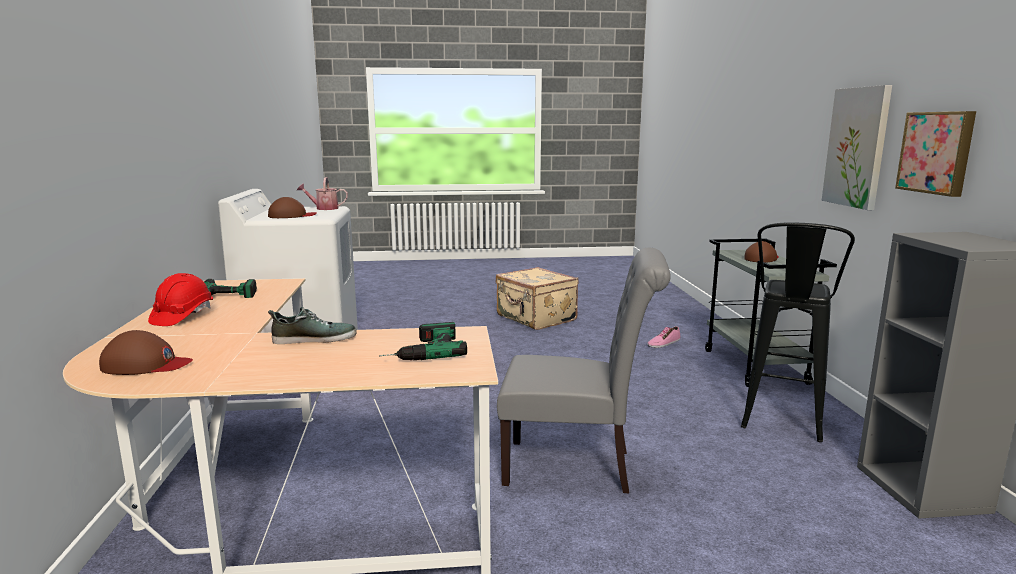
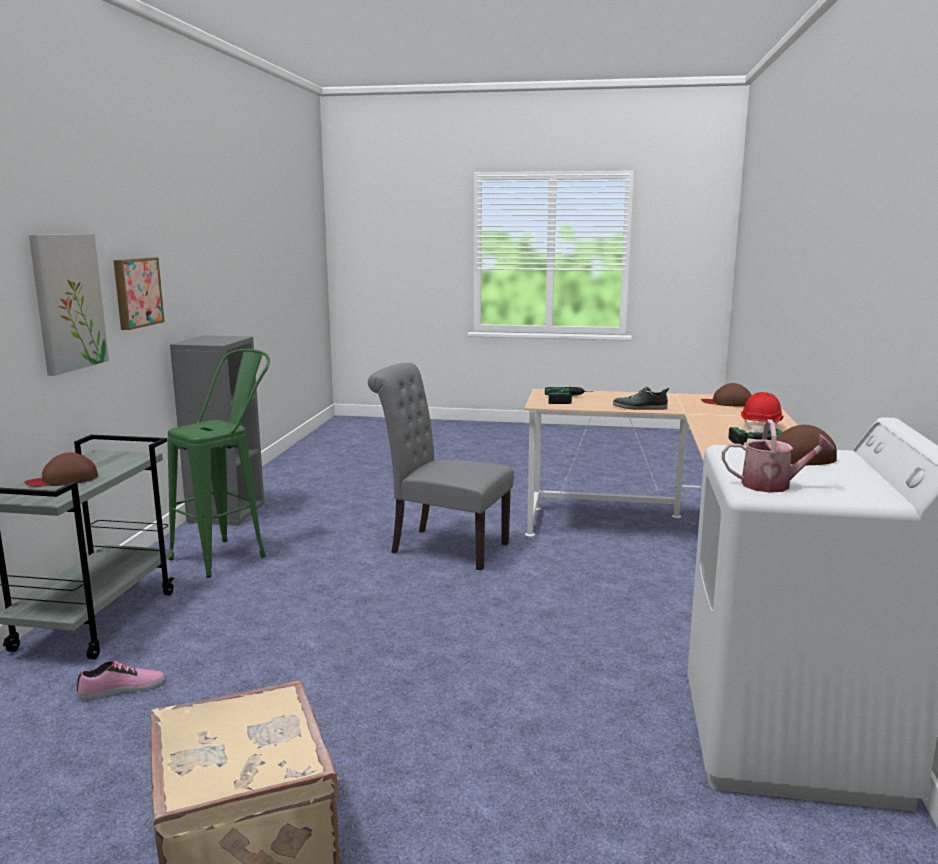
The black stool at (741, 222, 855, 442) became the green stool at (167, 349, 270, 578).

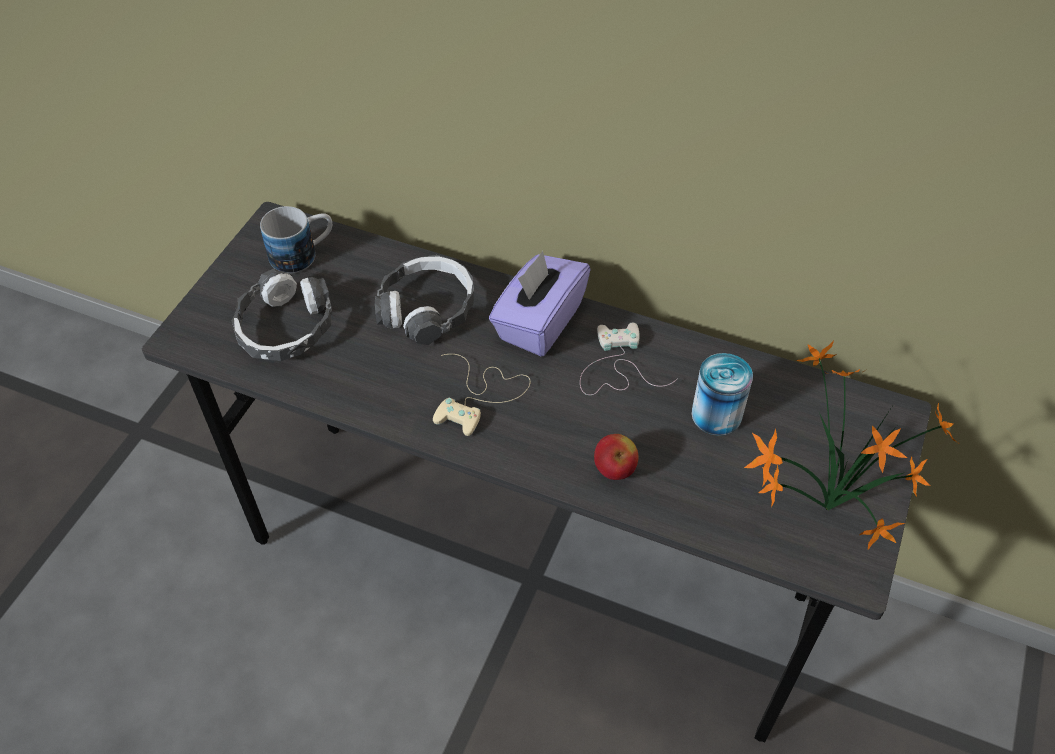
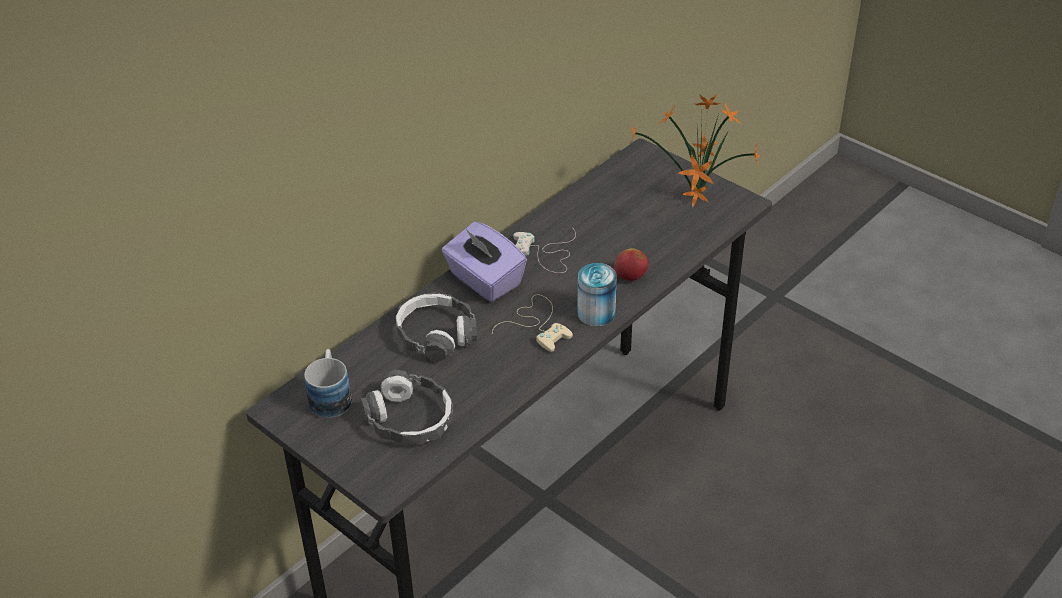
The can moved from (691, 353, 753, 436) to (577, 263, 617, 326).

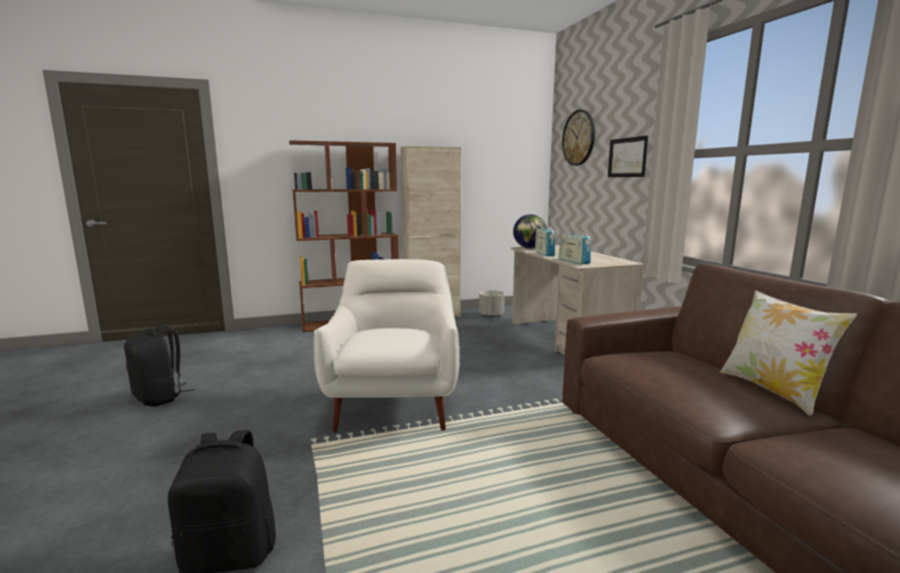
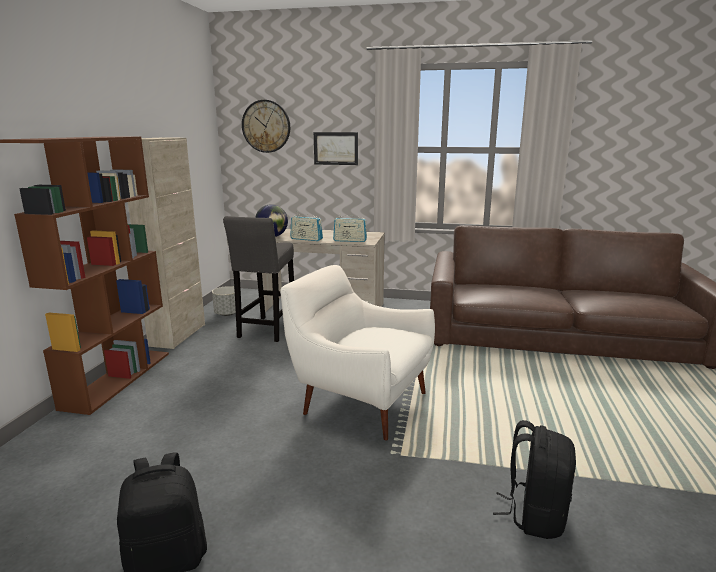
The pillow at (720, 290, 857, 416) disappeared.
The grey stool at (223, 216, 294, 342) appeared.

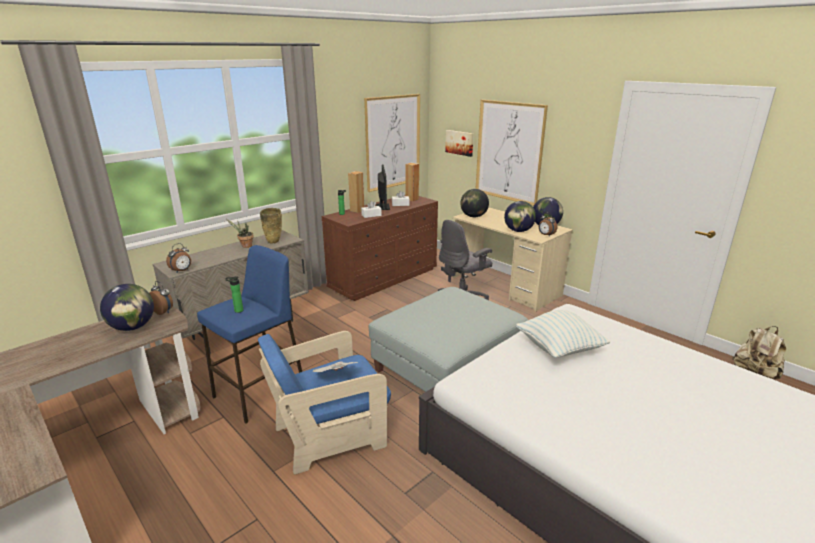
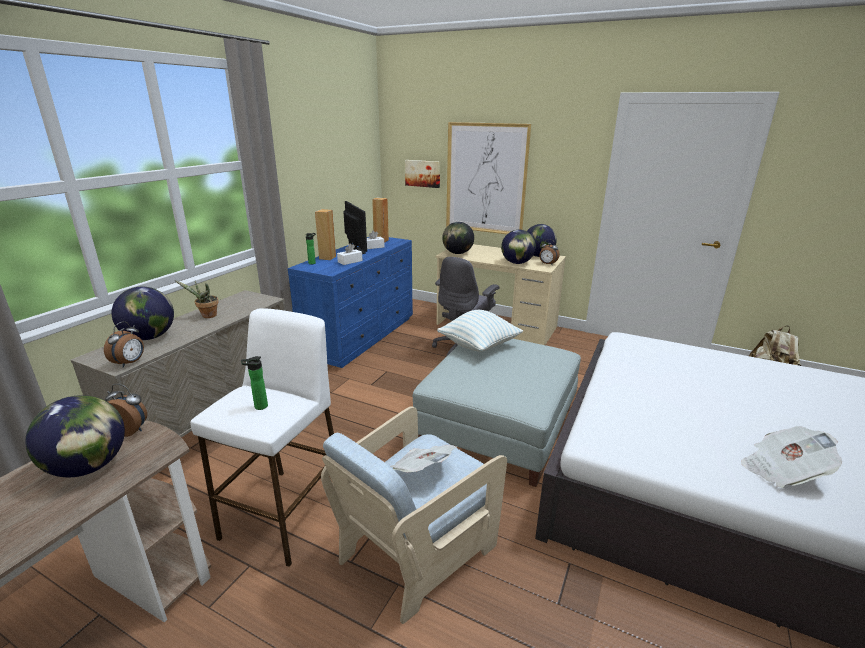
The beige vase at (260, 208, 282, 244) disappeared.
The picture at (364, 94, 420, 192) disappeared.
The globe at (111, 287, 174, 340) appeared.
The newspaper at (741, 426, 842, 488) appeared.
The pillow moved from (516, 310, 610, 358) to (437, 310, 523, 352).
The blue stool at (197, 245, 302, 424) became the white stool at (190, 308, 334, 567).
The blue armchair at (258, 331, 391, 474) became the beige armchair at (321, 406, 507, 624).
The brown dresser at (322, 195, 438, 301) became the blue dresser at (288, 237, 413, 368).

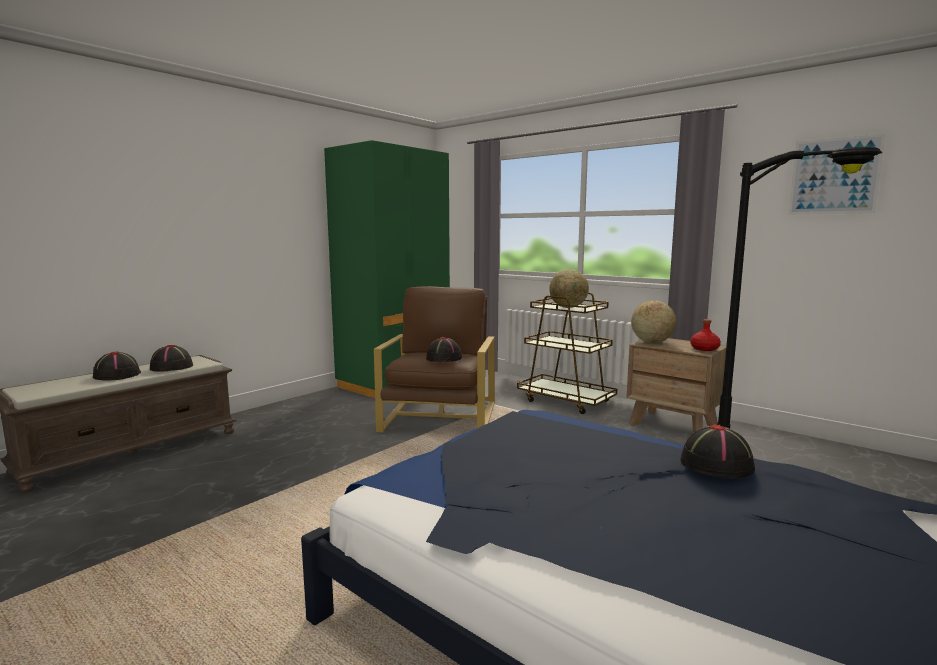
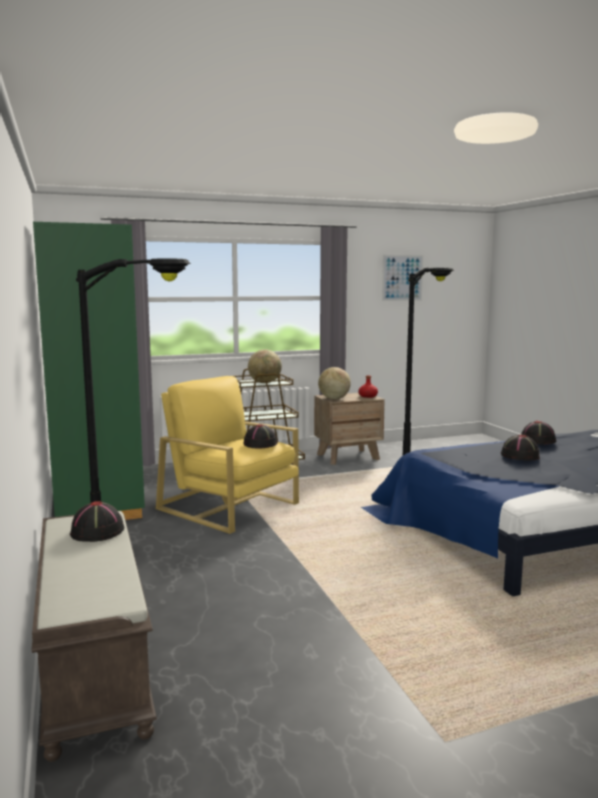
The black floor lamp at (76, 258, 191, 502) appeared.
The black hat moved from (93, 351, 141, 381) to (501, 434, 540, 460).
The brown armchair at (374, 286, 495, 432) became the yellow armchair at (156, 376, 299, 534).

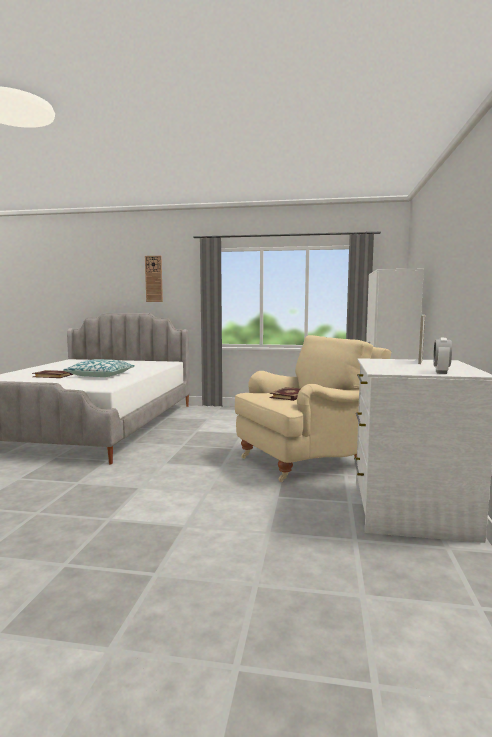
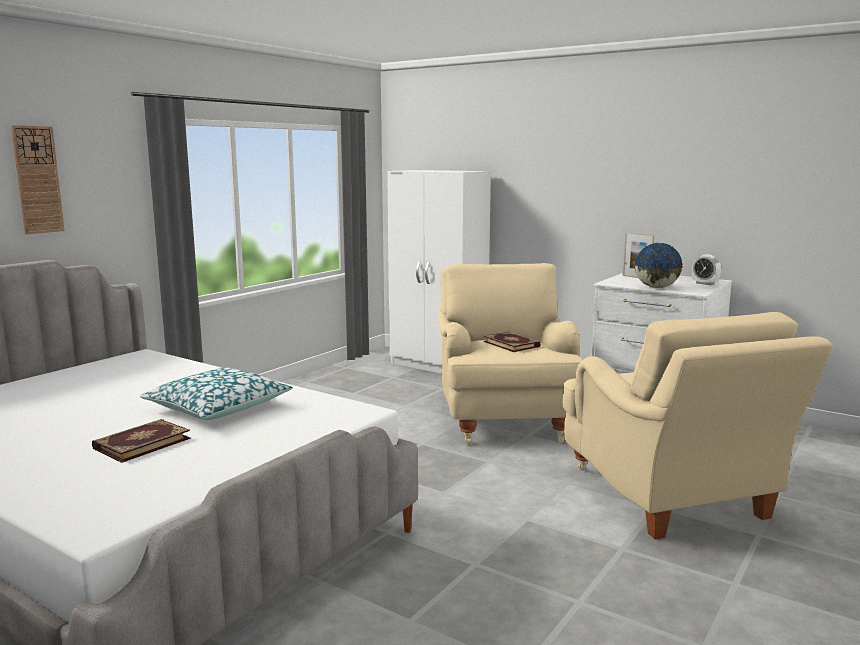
The beige armchair at (563, 312, 833, 539) appeared.
The globe at (634, 243, 683, 288) appeared.

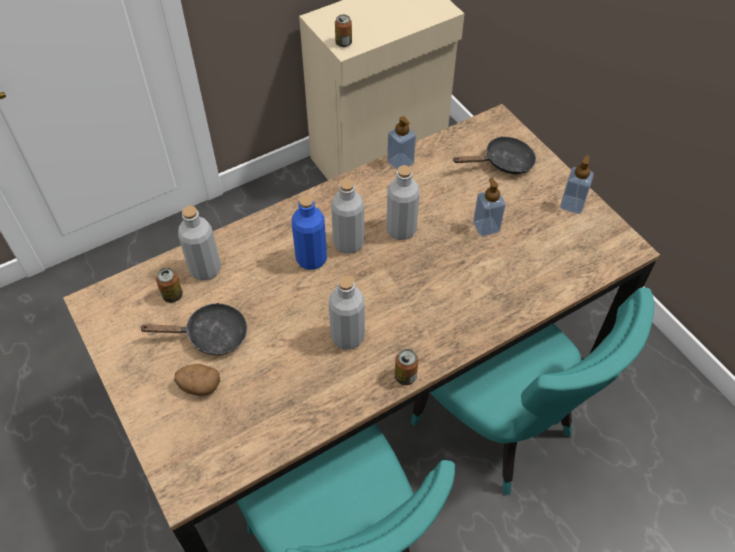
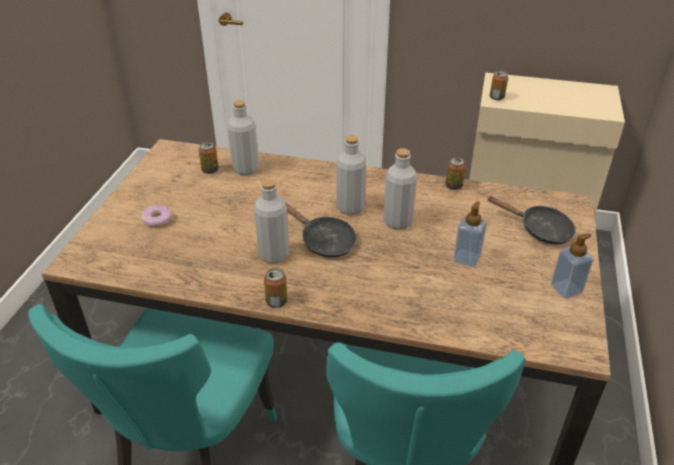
The blue bottle at (292, 195, 327, 270) disappeared.
The black frying pan moved from (140, 303, 248, 356) to (285, 202, 356, 258).
The potato at (174, 364, 220, 396) was replaced by the donut at (141, 205, 172, 228).
The soap dispenser at (387, 116, 416, 170) was replaced by the can at (445, 157, 466, 190).

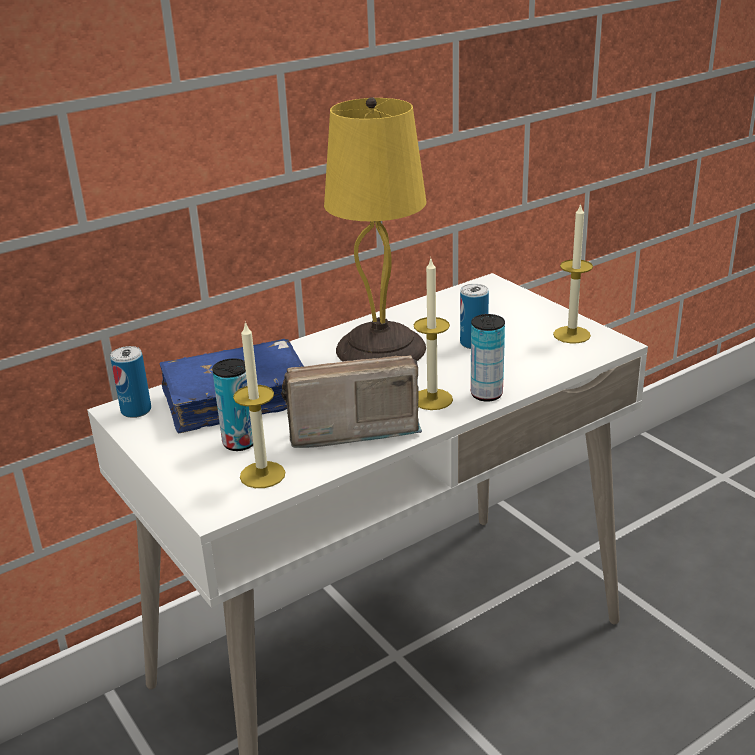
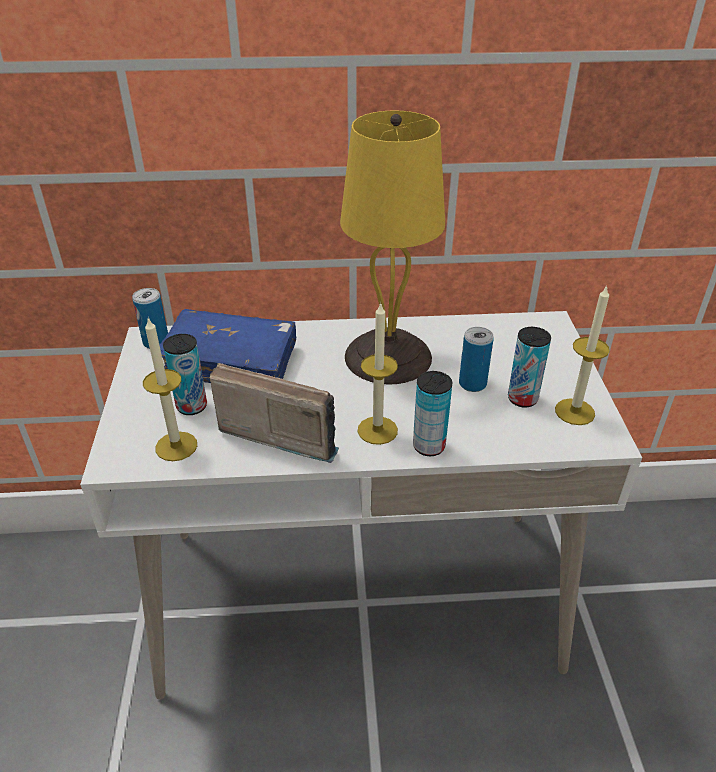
The can at (508, 327, 551, 408) appeared.

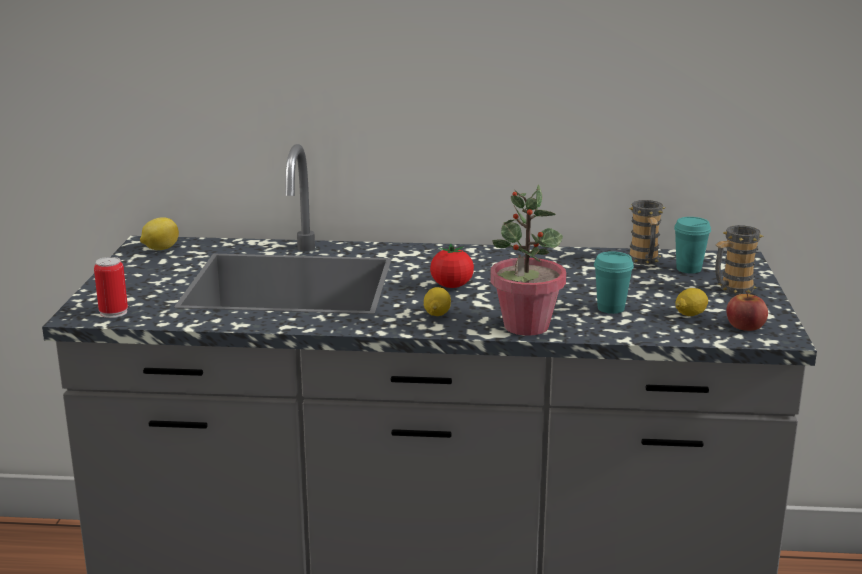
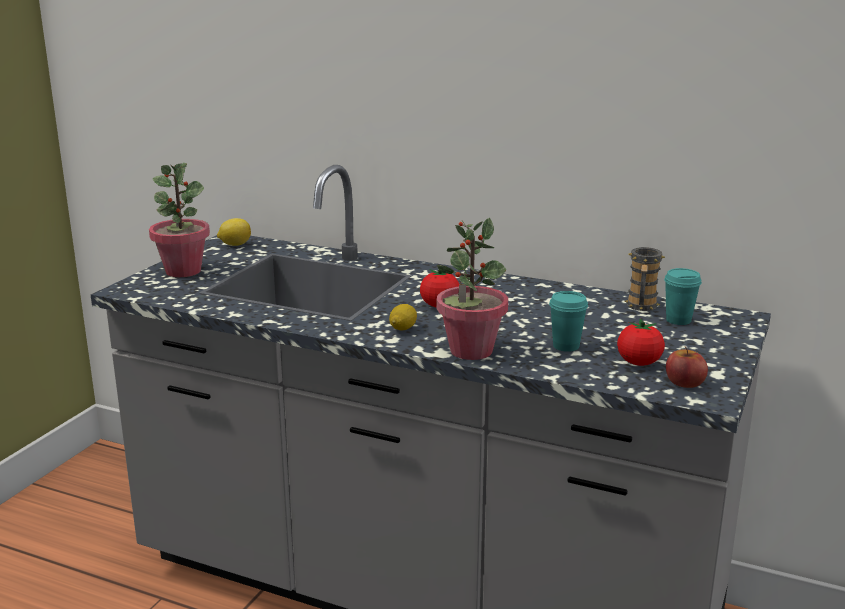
The can at (94, 257, 128, 318) disappeared.
The mug at (715, 225, 764, 295) disappeared.
The potted plant at (149, 163, 210, 277) appeared.
The lemon at (675, 288, 708, 316) was replaced by the tomato at (617, 319, 665, 366).

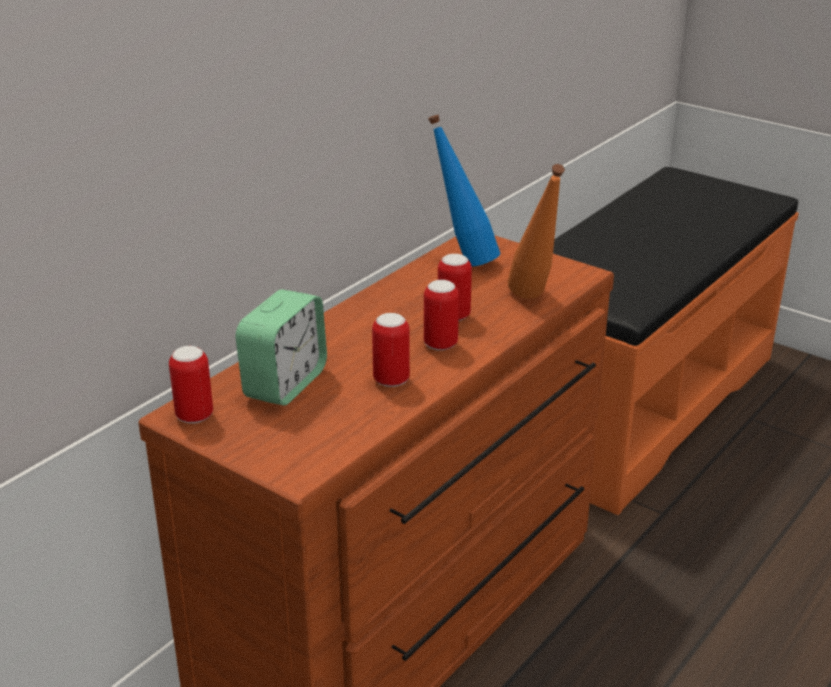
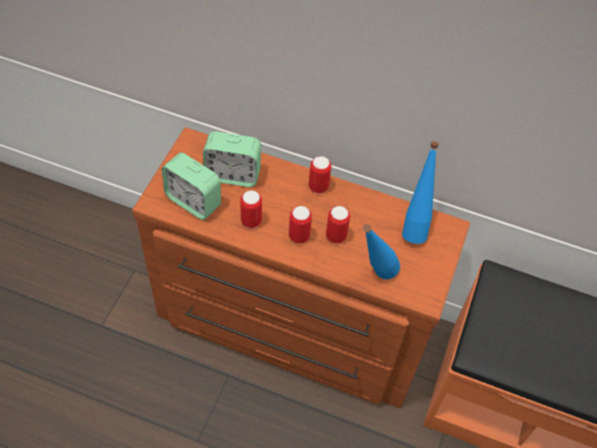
The alarm clock at (162, 153, 221, 220) appeared.
The can moved from (169, 346, 213, 424) to (309, 156, 331, 194).
The orange bottle at (507, 164, 565, 299) became the blue bottle at (362, 224, 400, 279).

